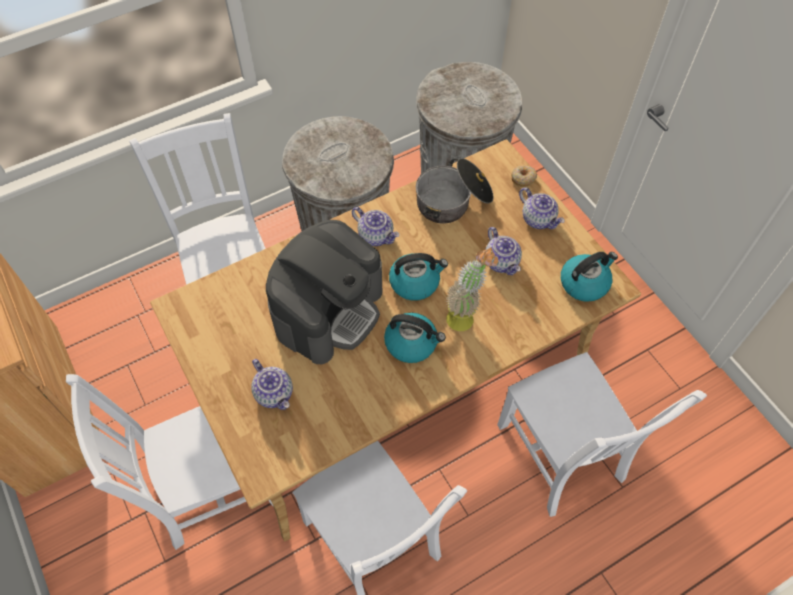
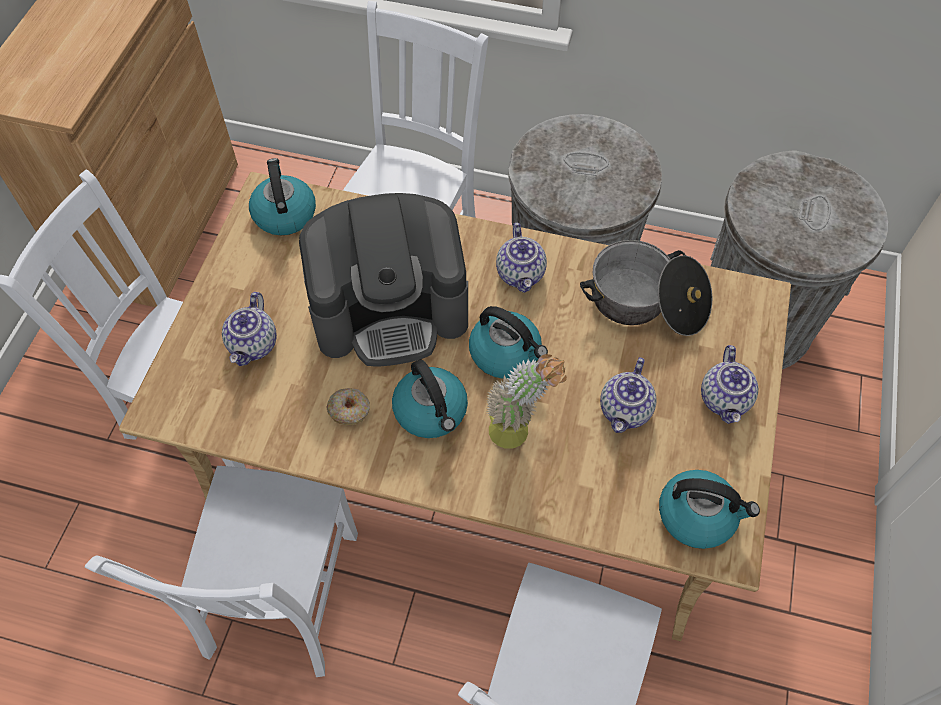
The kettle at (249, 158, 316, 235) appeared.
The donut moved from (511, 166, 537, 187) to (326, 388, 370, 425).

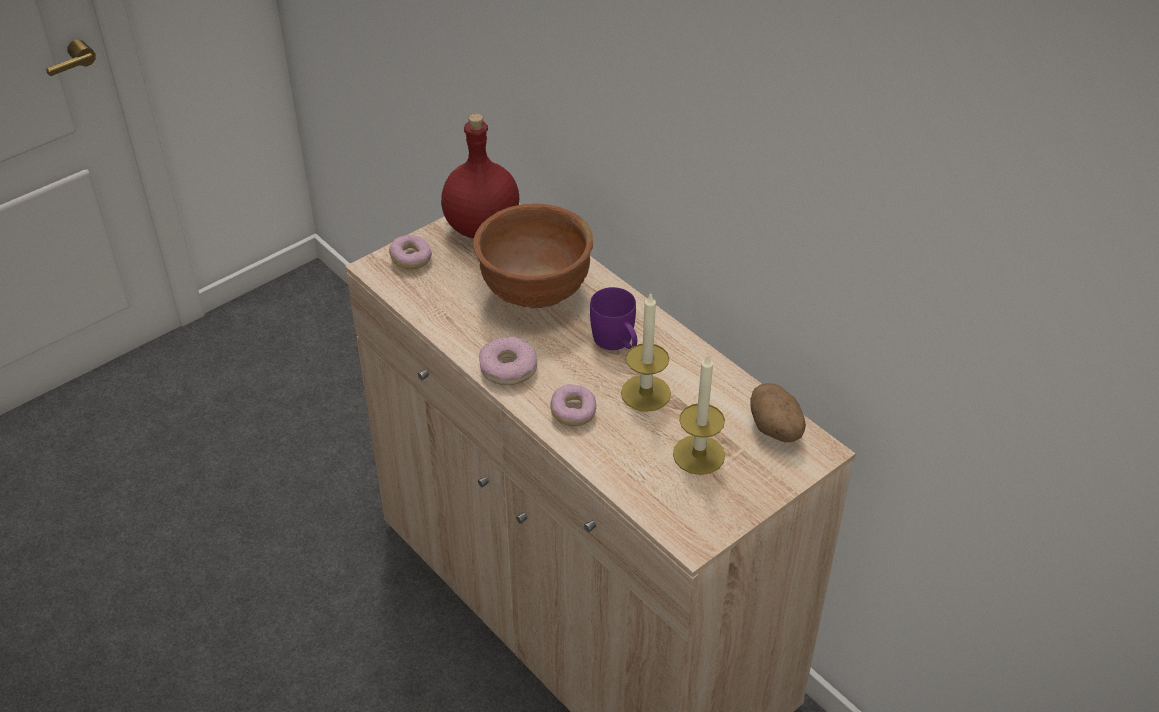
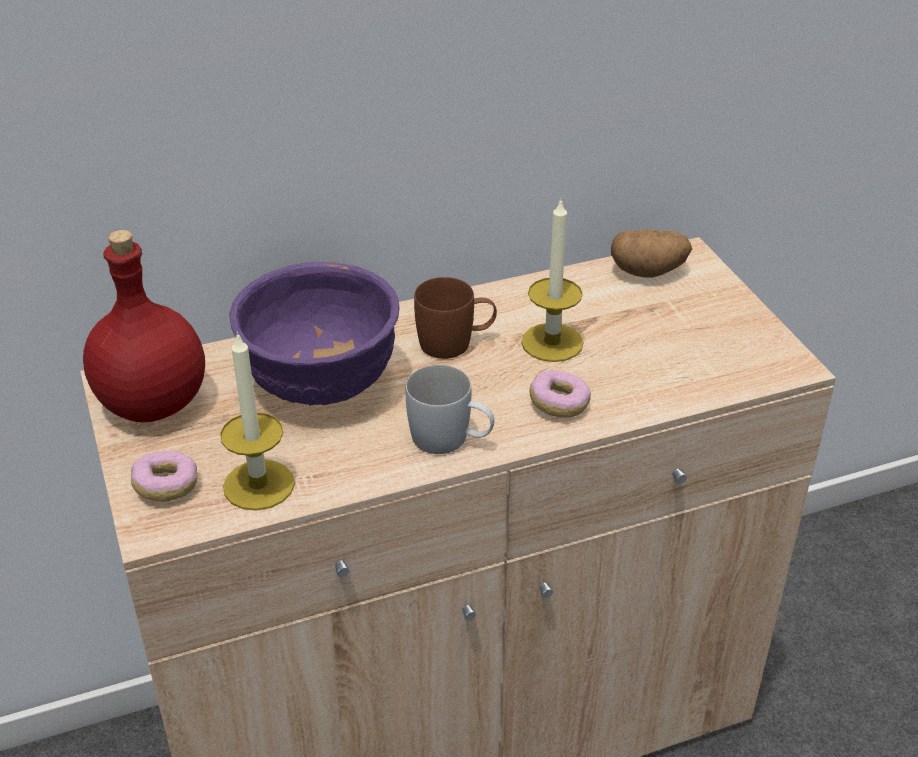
The candle moved from (673, 353, 725, 475) to (220, 331, 295, 511).
The donut at (479, 336, 537, 385) was replaced by the white mug at (405, 365, 495, 454).
The brown bowl at (473, 203, 593, 308) became the purple bowl at (229, 262, 400, 406).
The purple mug at (590, 287, 637, 350) became the brown mug at (414, 277, 497, 359).

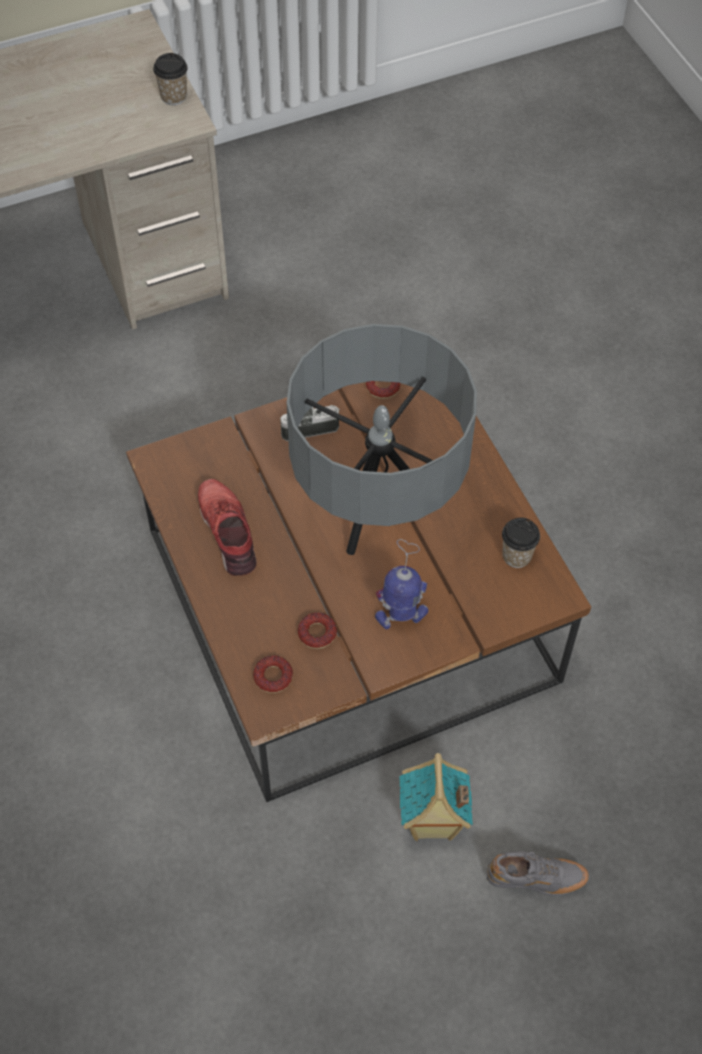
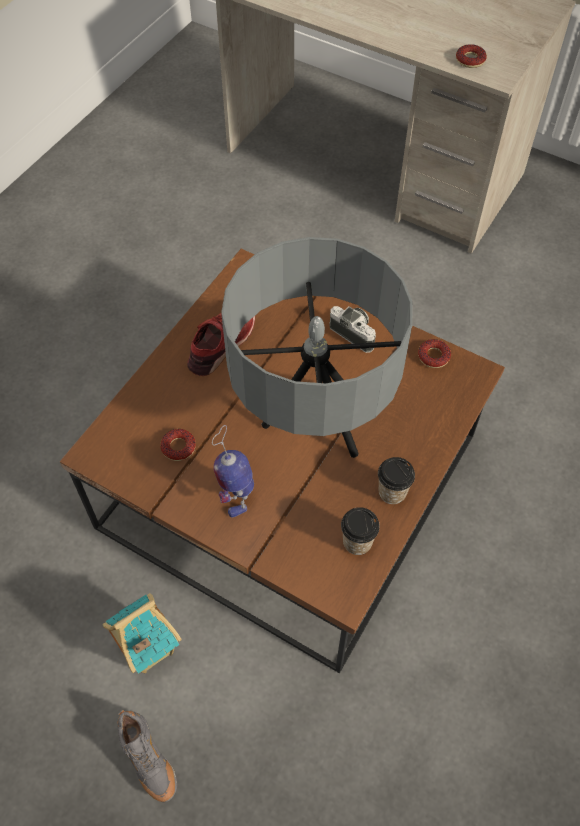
The cup moved from (153, 53, 188, 105) to (378, 457, 415, 504).
The donut moved from (253, 655, 293, 693) to (456, 44, 487, 68).
The toy robot at (375, 539, 428, 629) turned 135 degrees counterclockwise.

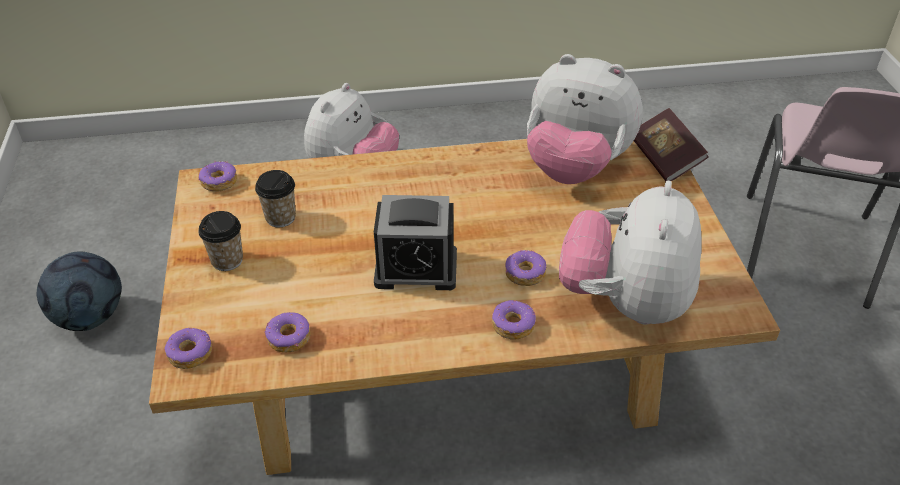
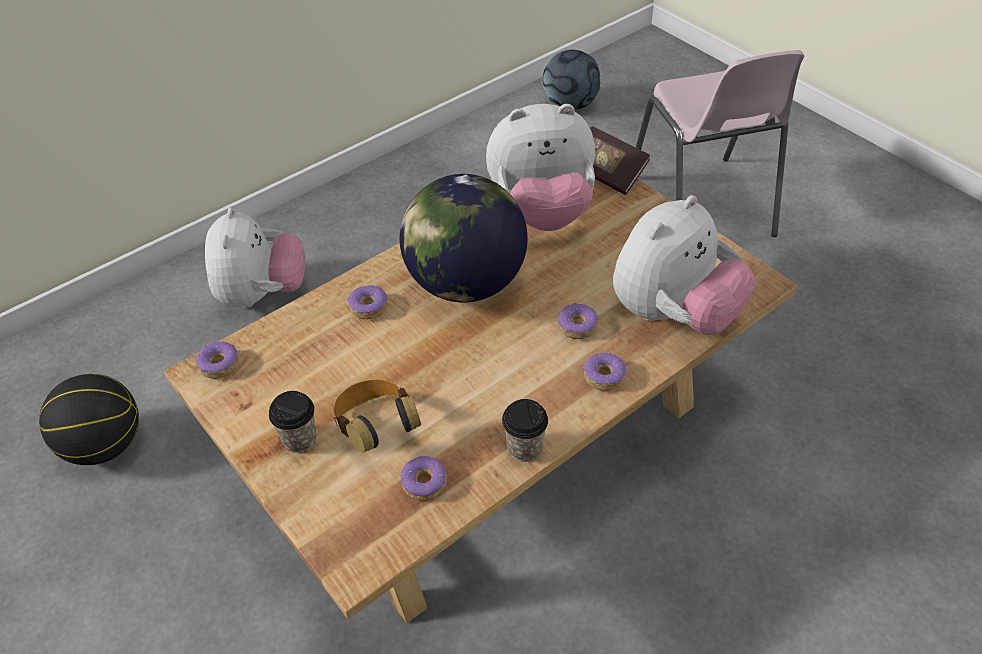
The alarm clock at (374, 195, 457, 290) disappeared.
The basketball at (39, 374, 139, 465) appeared.
The headphones at (333, 379, 421, 453) appeared.
The globe at (399, 174, 528, 302) appeared.
The football moved from (37, 251, 122, 331) to (543, 49, 600, 110).
The donut moved from (164, 328, 212, 369) to (347, 284, 387, 319).
The cup moved from (255, 170, 296, 227) to (502, 399, 548, 462).
The plush toy at (559, 181, 702, 325) turned 120 degrees counterclockwise.

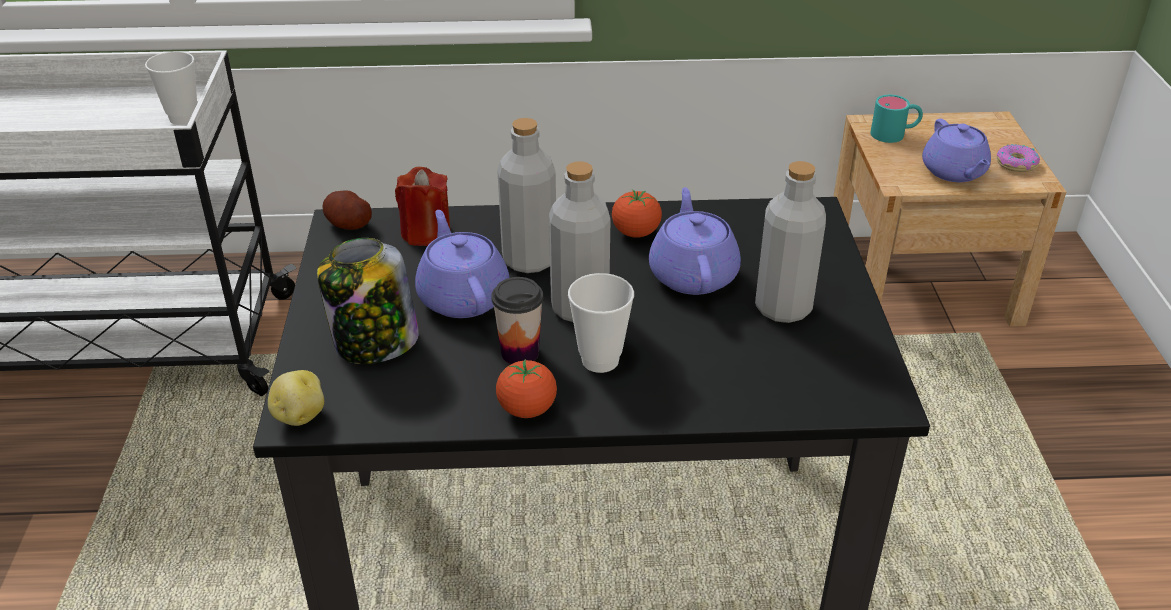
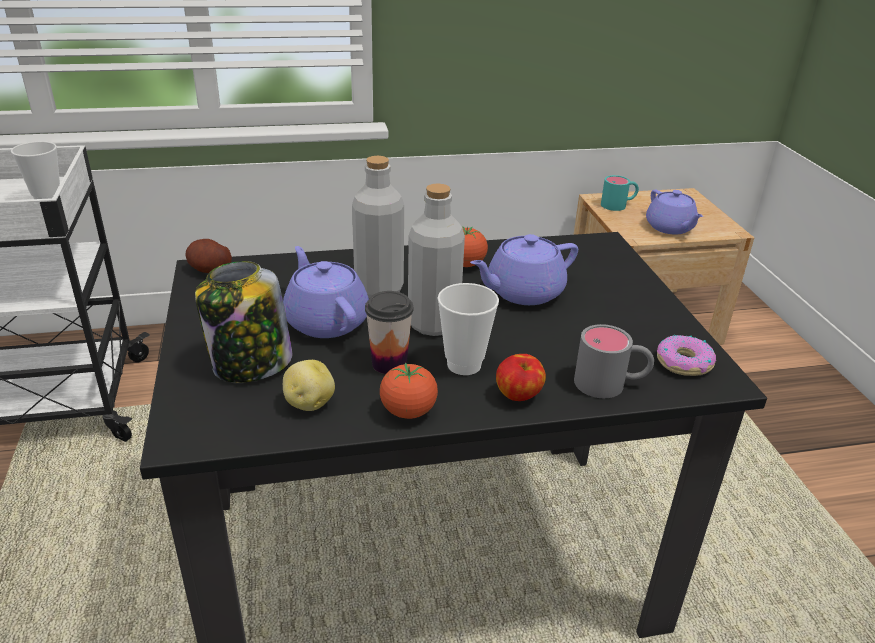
The red candle at (395, 167, 451, 246) disappeared.
The grey bottle at (755, 161, 826, 323) disappeared.
The apple at (496, 354, 546, 401) appeared.
The grey mug at (574, 324, 654, 398) appeared.
The potato moved from (268, 370, 324, 426) to (283, 360, 335, 411).
The donut moved from (997, 144, 1040, 172) to (657, 335, 716, 376).
The purple teapot at (649, 187, 741, 295) turned 105 degrees counterclockwise.

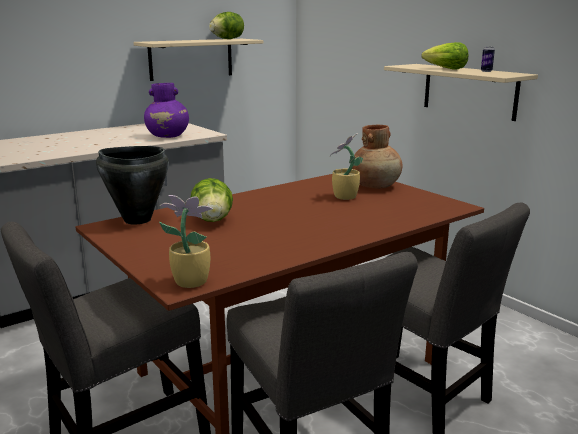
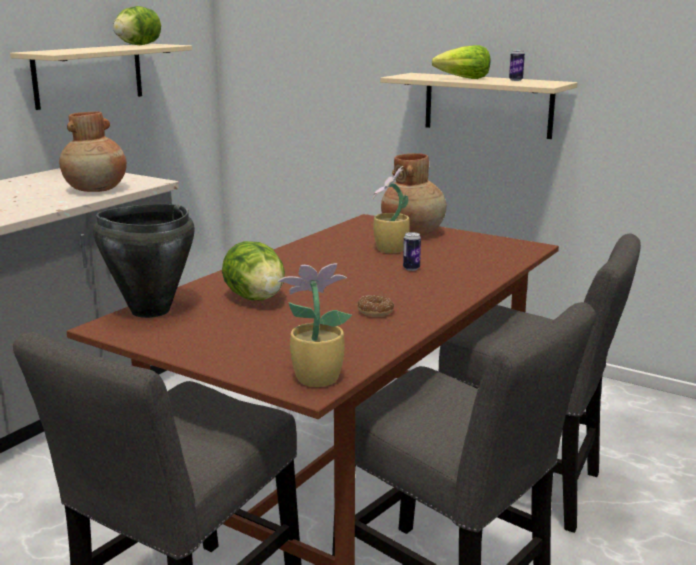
The donut at (357, 295, 394, 317) appeared.
The can at (403, 232, 421, 271) appeared.
The purple vase at (144, 83, 189, 138) became the brown vase at (59, 112, 127, 192).

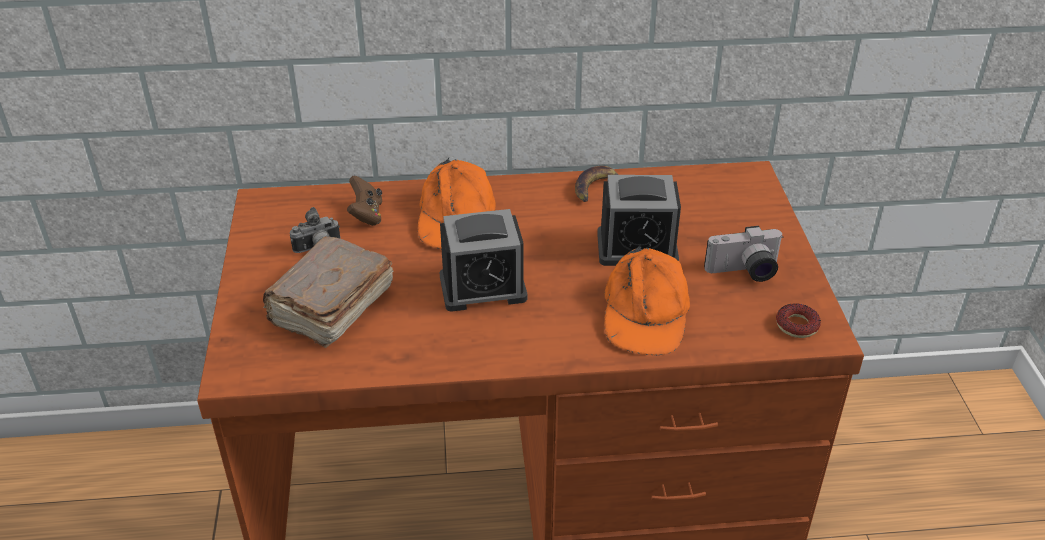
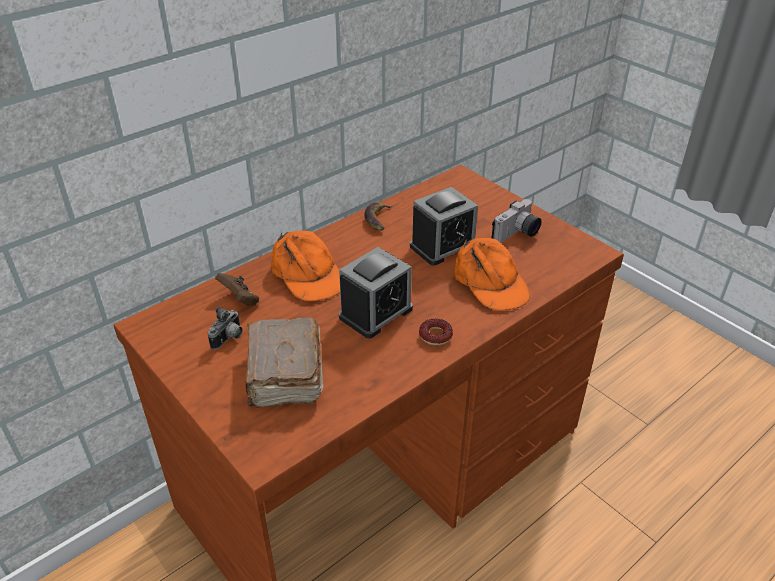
The donut moved from (776, 303, 821, 338) to (419, 318, 453, 346).

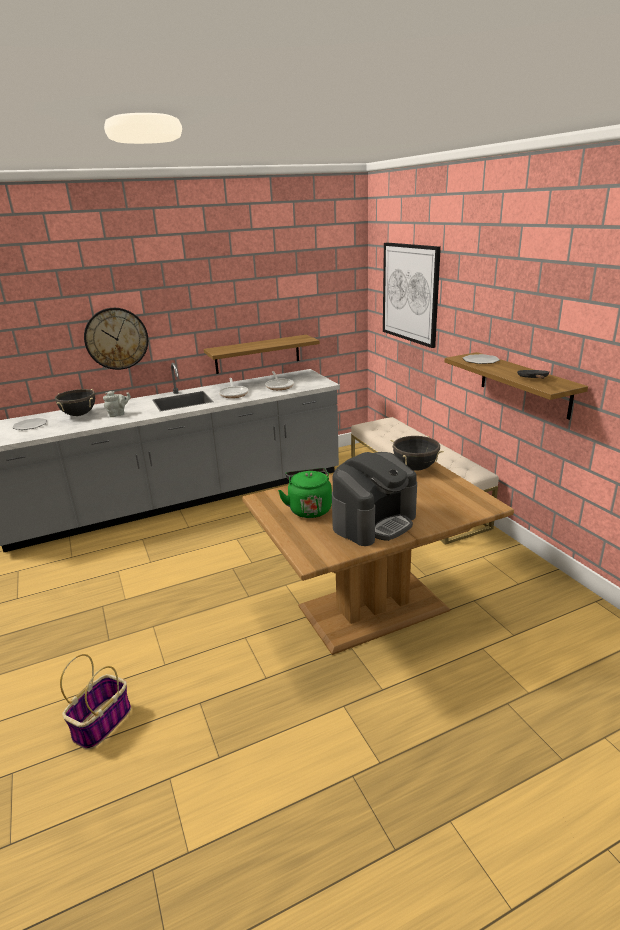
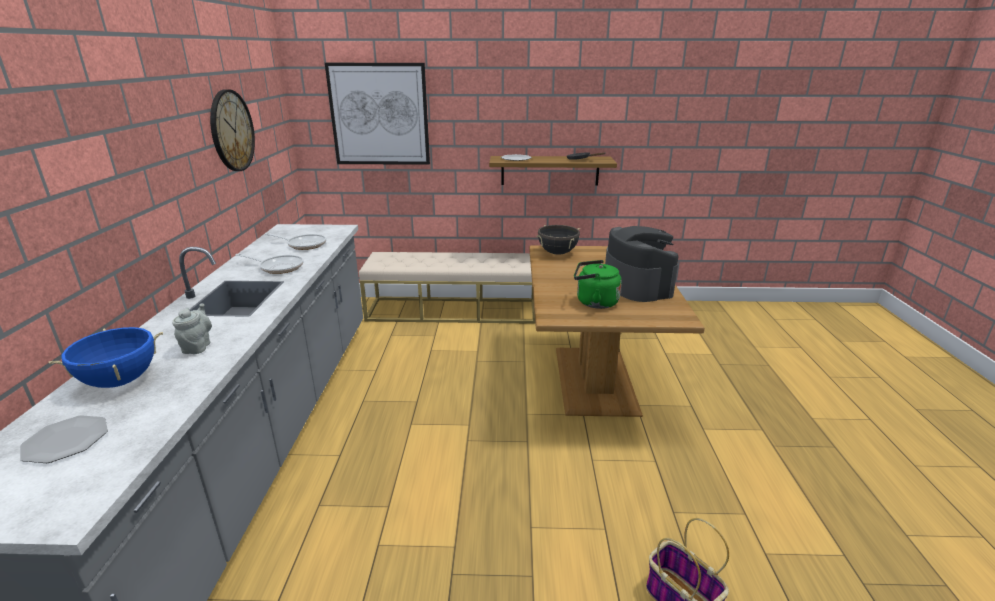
The shelf at (204, 335, 320, 374) disappeared.
The wall clock moved from (84, 308, 148, 370) to (210, 89, 255, 171).
The black cooking pot at (55, 389, 95, 416) became the blue cooking pot at (49, 327, 163, 388).

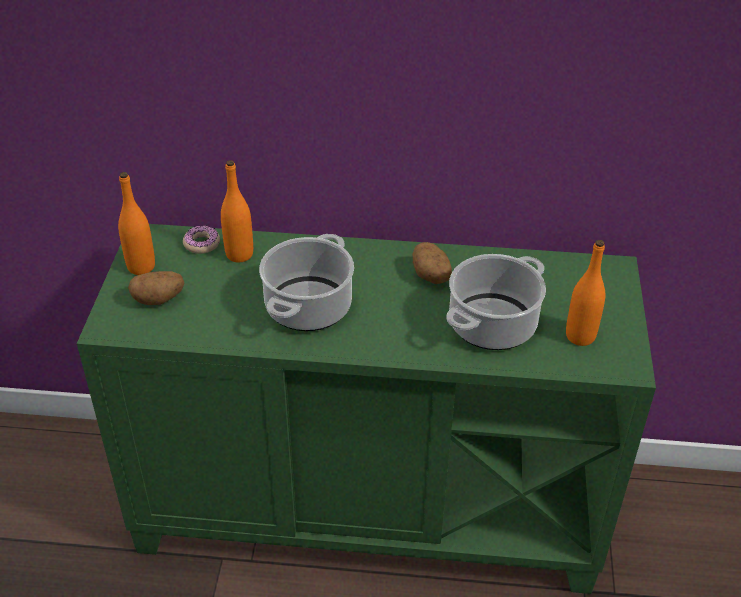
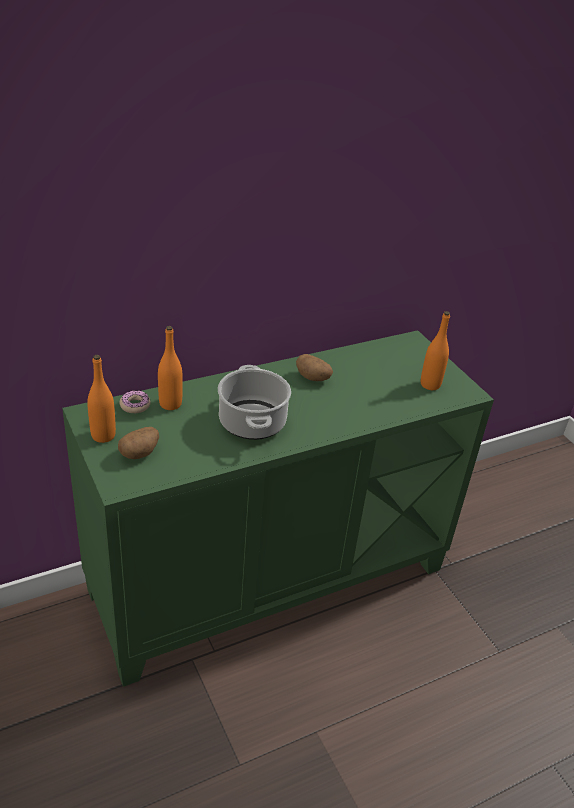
The cooking pot at (446, 254, 546, 350) disappeared.

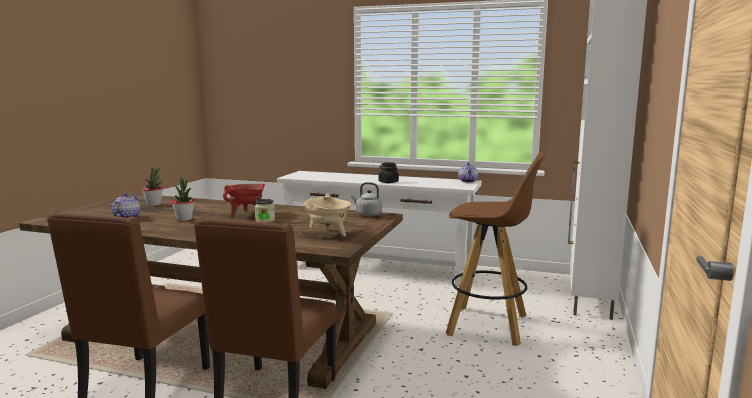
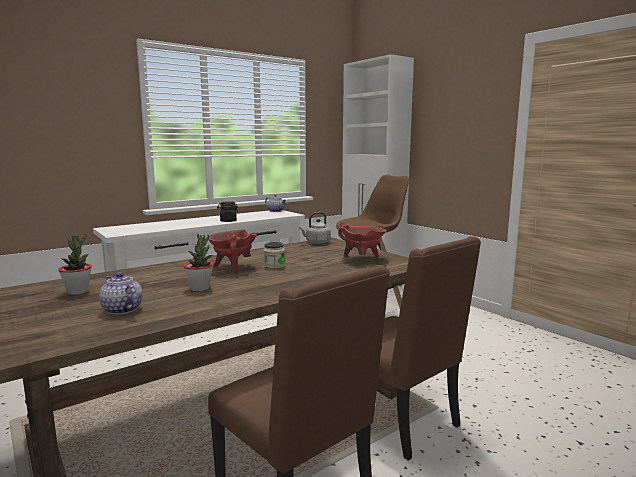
The beige cooking pot at (303, 193, 352, 237) became the red cooking pot at (338, 222, 387, 257).

